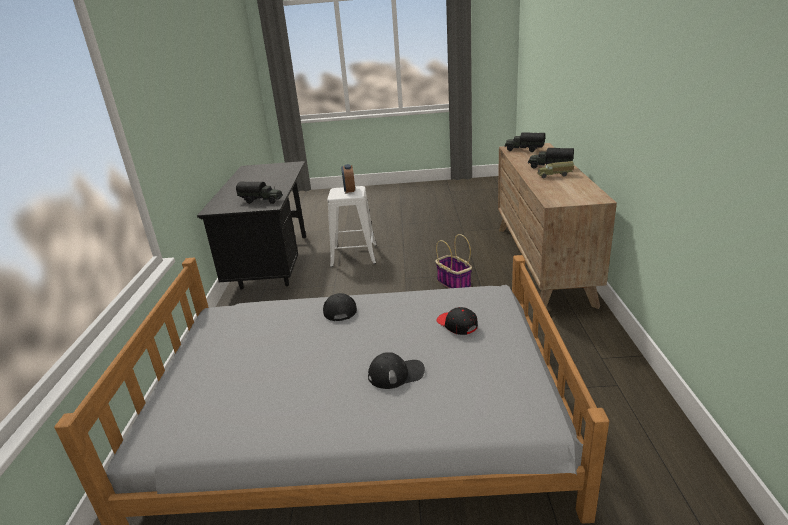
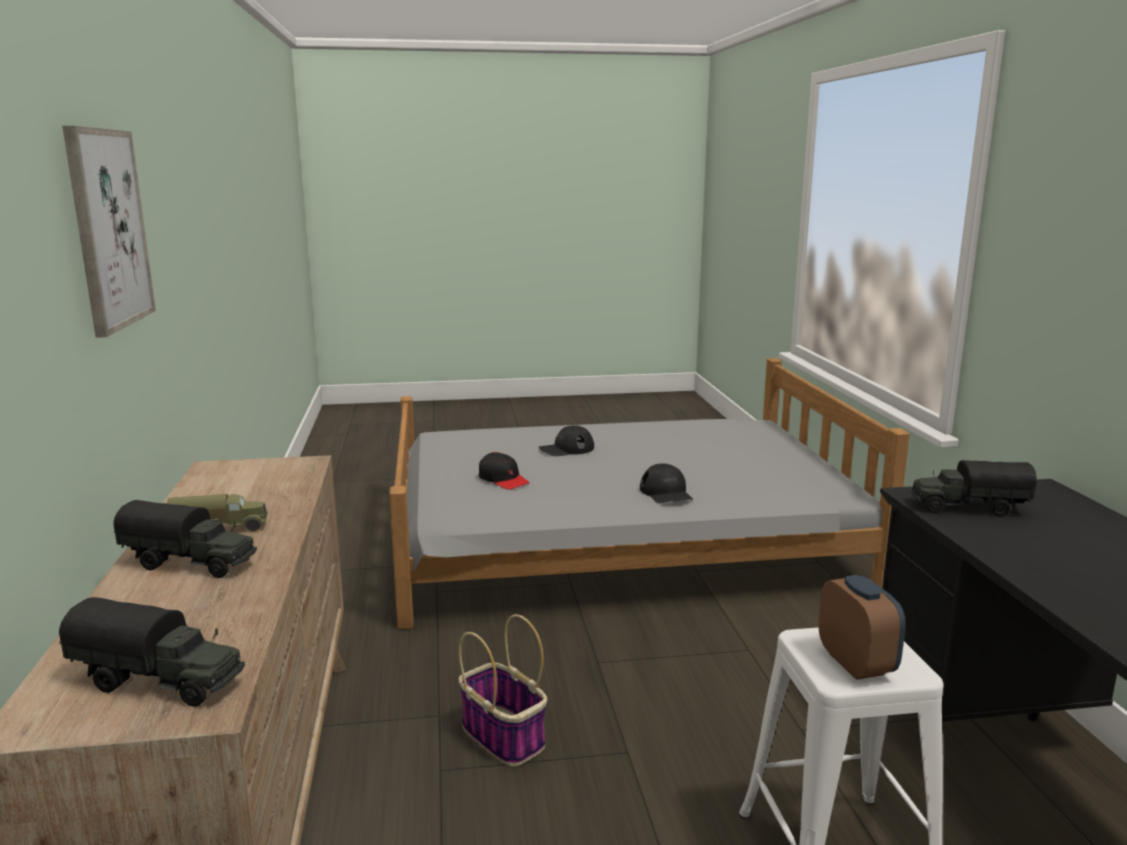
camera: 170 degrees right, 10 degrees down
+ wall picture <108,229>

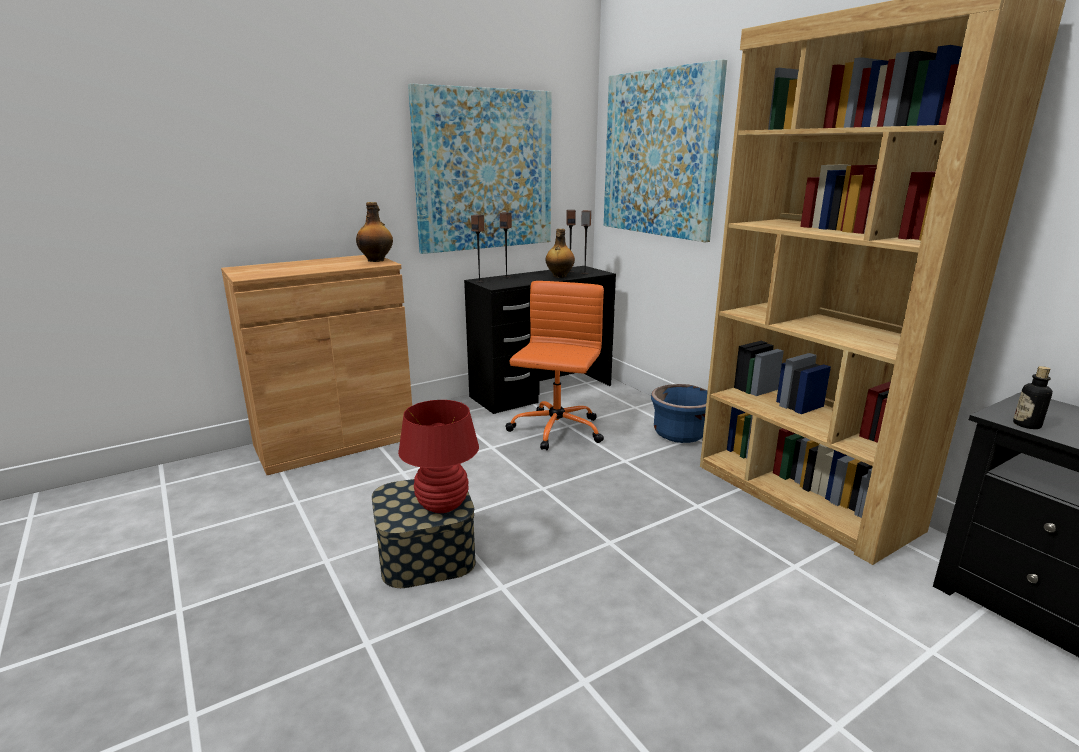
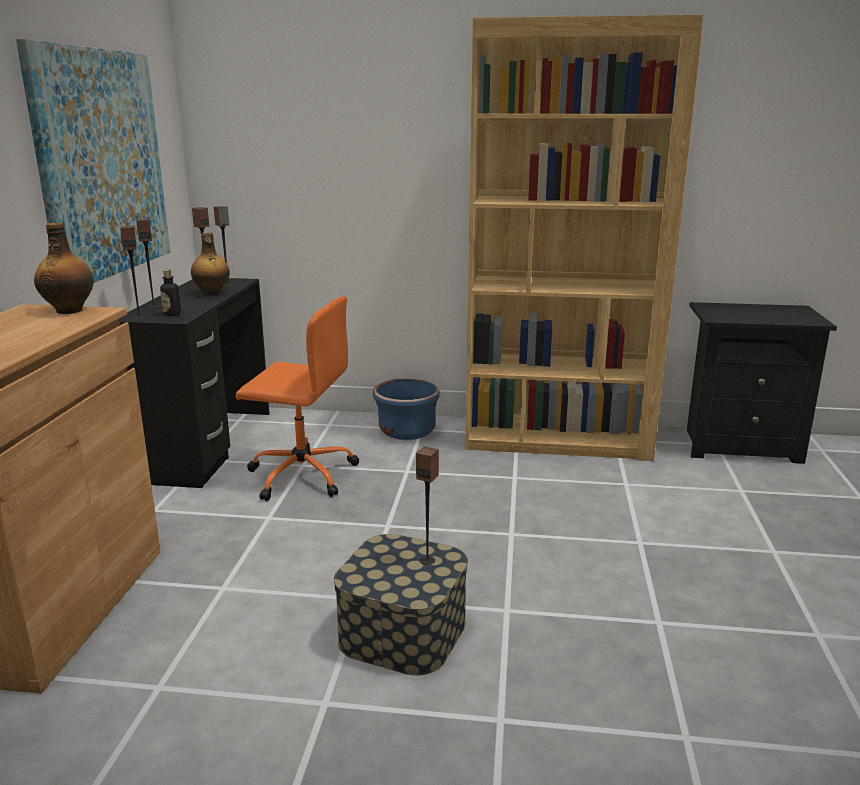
camera: 50 degrees left, 0 degrees up
- wall picture <659,154>
~ drink bottle <1026,425> to <172,314>
~ lamp for a table (red-coloured) <442,505> to speaker <427,560>
~ desk chair (orange) <556,431> = <300,475> 135 degrees clockwise

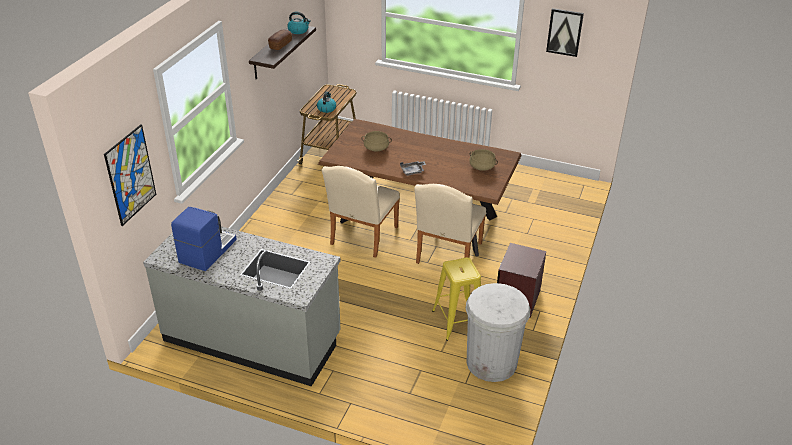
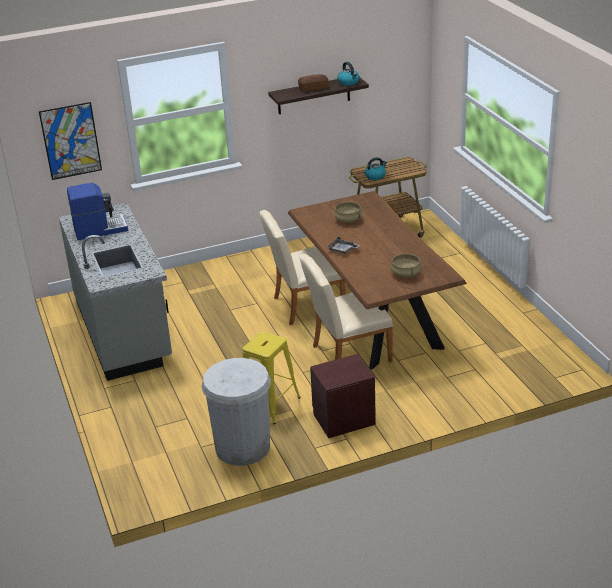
camera: 50 degrees right, 5 degrees down
- wall picture <564,32>

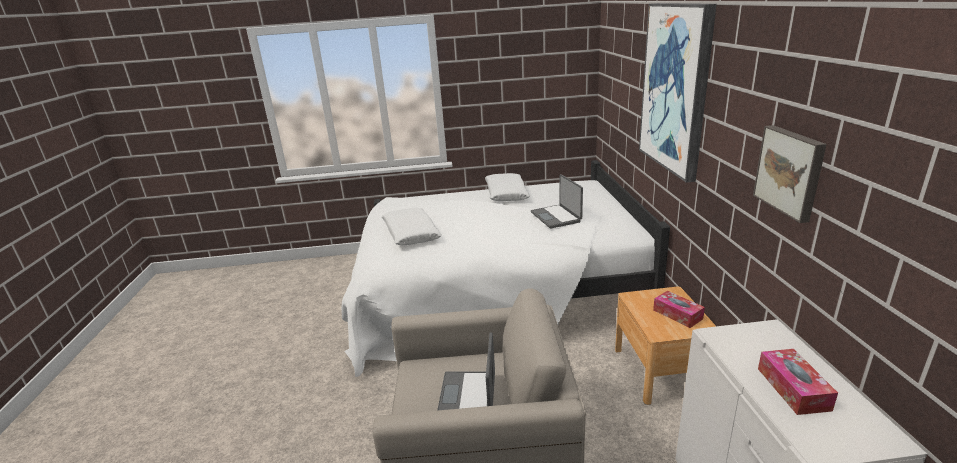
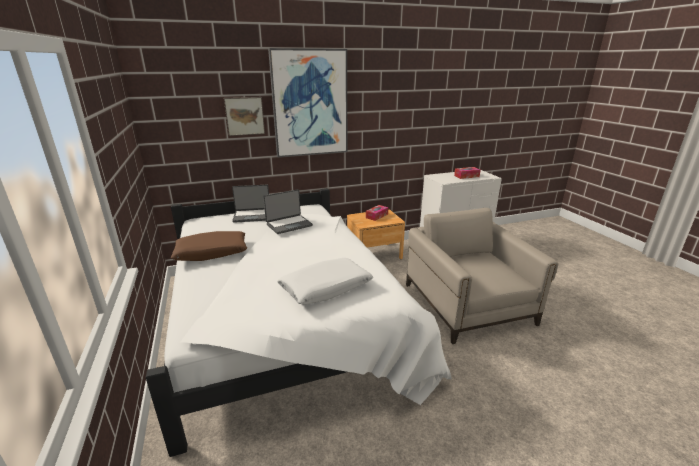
camera: 105 degrees left, 0 degrees up
~ portable computer <469,397> to <252,216>
~ wall picture <790,171> to <244,116>
~ pillow (white-coloured) <506,194> to pillow (brownish) <211,253>

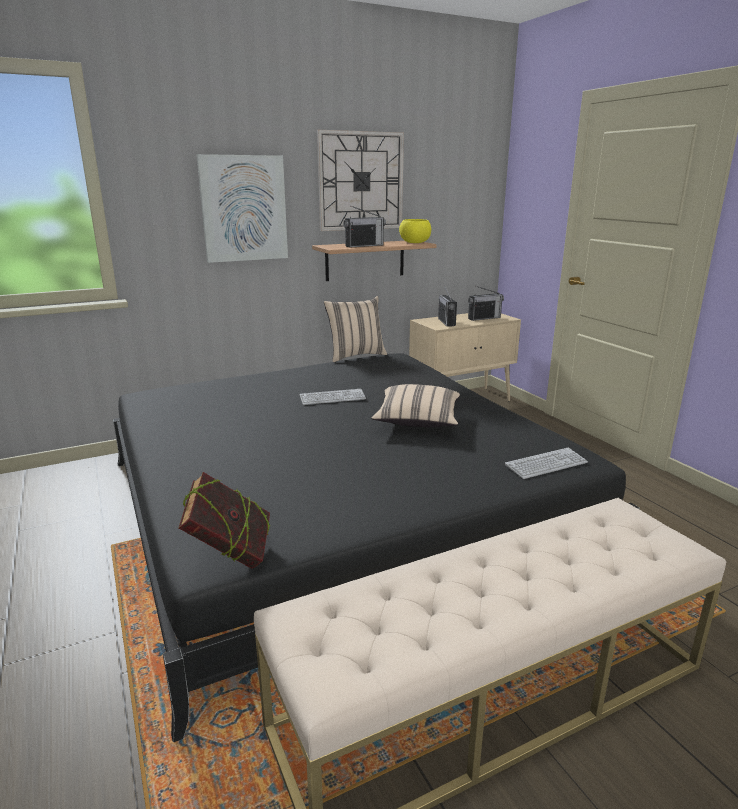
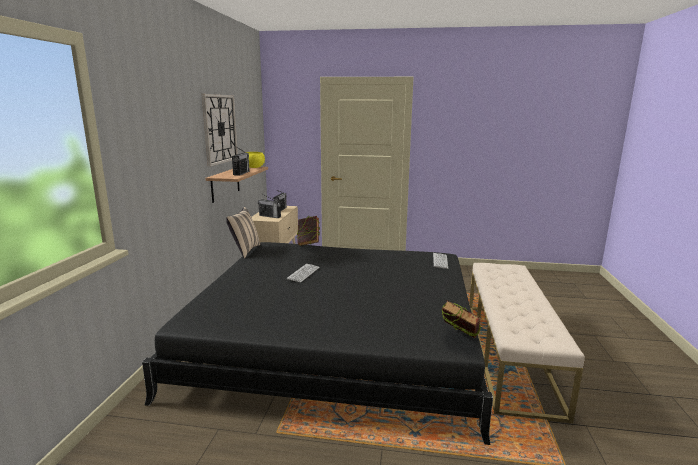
camera: 55 degrees left, 5 degrees down
- wall picture <244,209>
- pillow (beige) <417,422>
+ book <308,244>

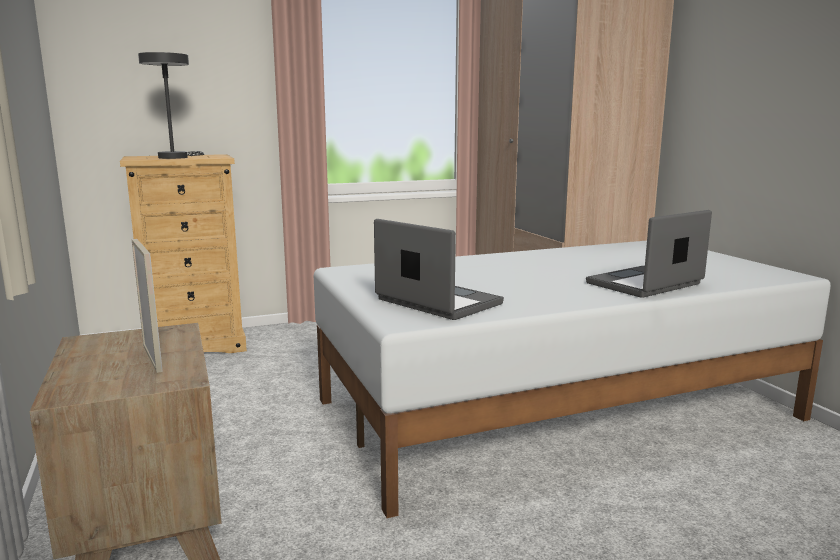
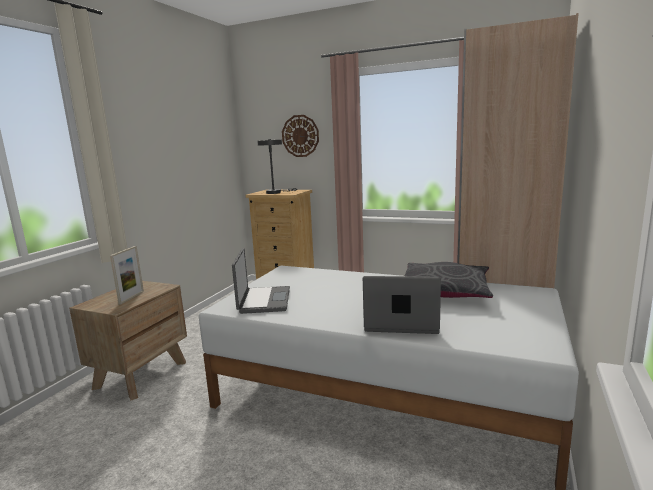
camera: 45 degrees right, 0 degrees up
+ wall clock <300,136>
+ pillow (greyish) <445,290>

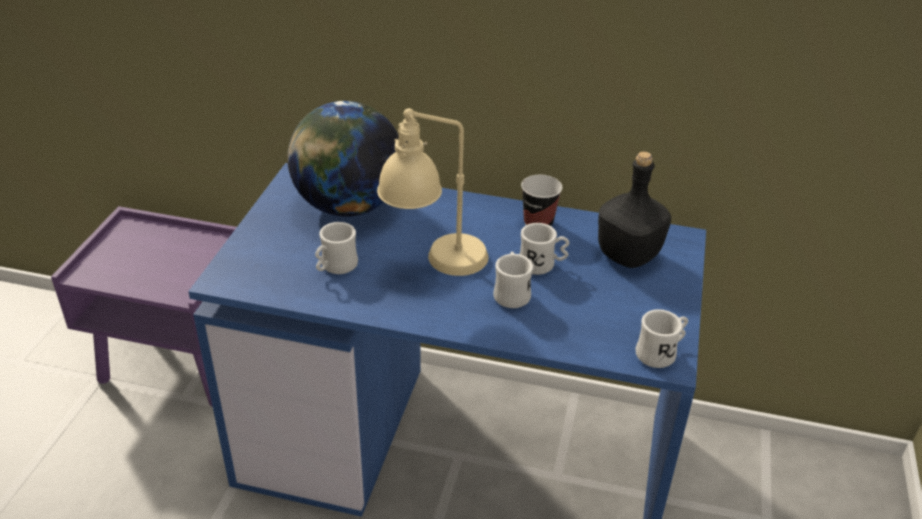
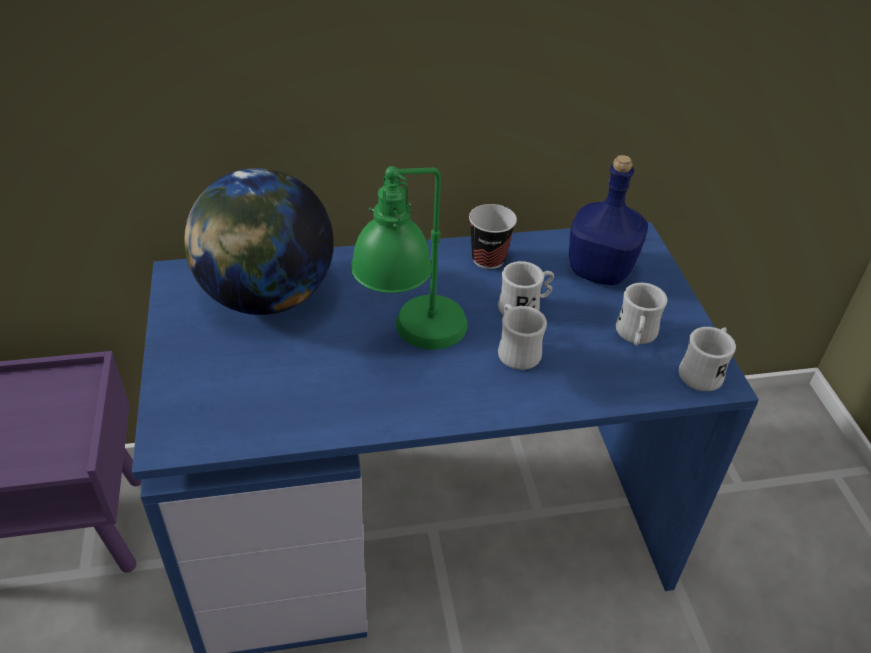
camera: 25 degrees left, 5 degrees up
~ tea mug (white-coloured) <335,267> to <635,336>
~ lamp for a table (beige) <434,265> to lamp for a table (greenish) <412,342>
~ drink bottle (black-coloured) <628,254> to drink bottle (bluish) <600,270>

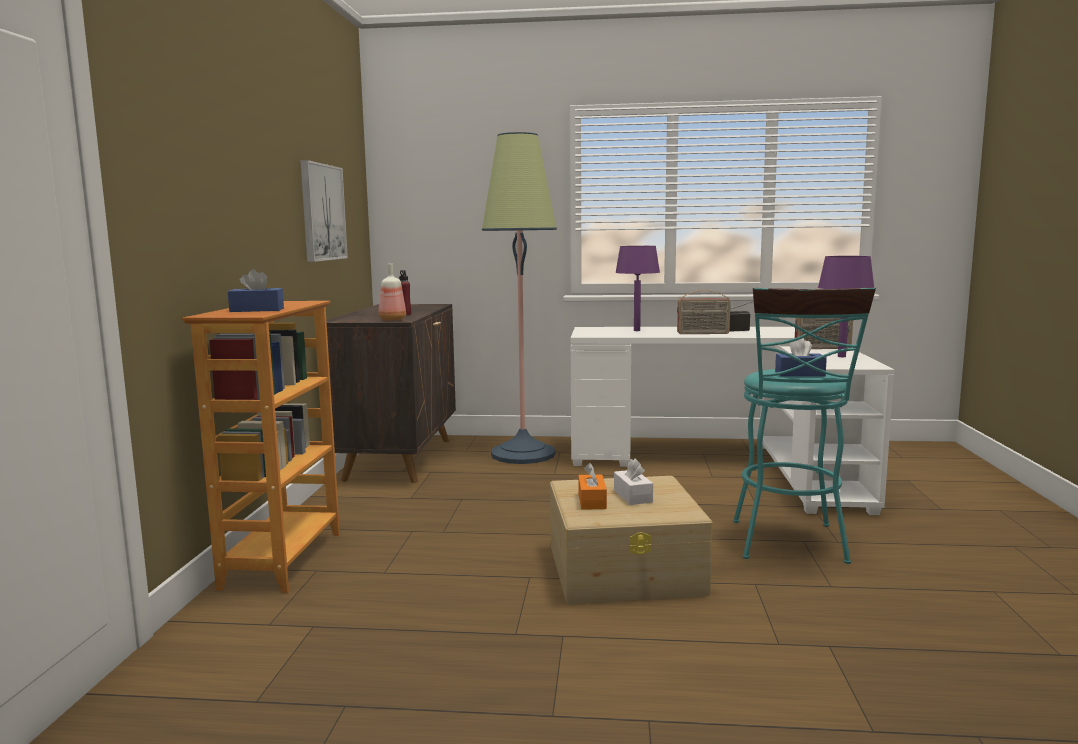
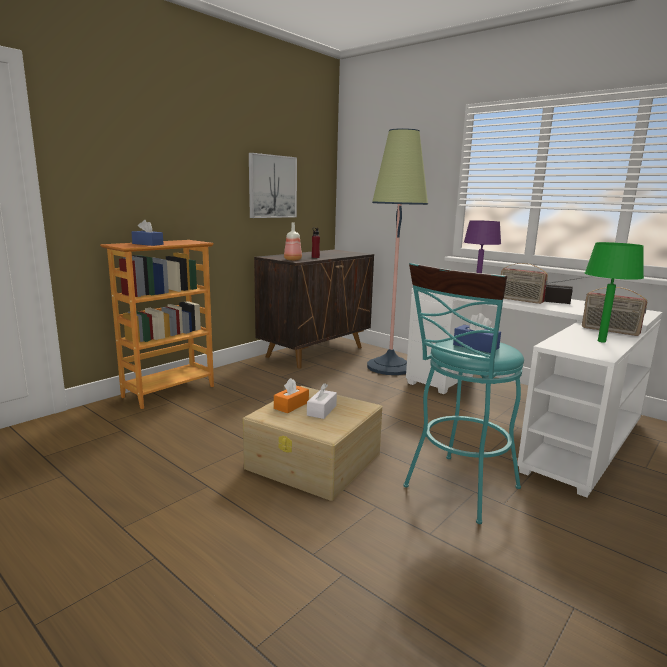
camera: 35 degrees right, 5 degrees up
~ lamp for a table (purplish) <841,356> to lamp for a table (greenish) <601,341>

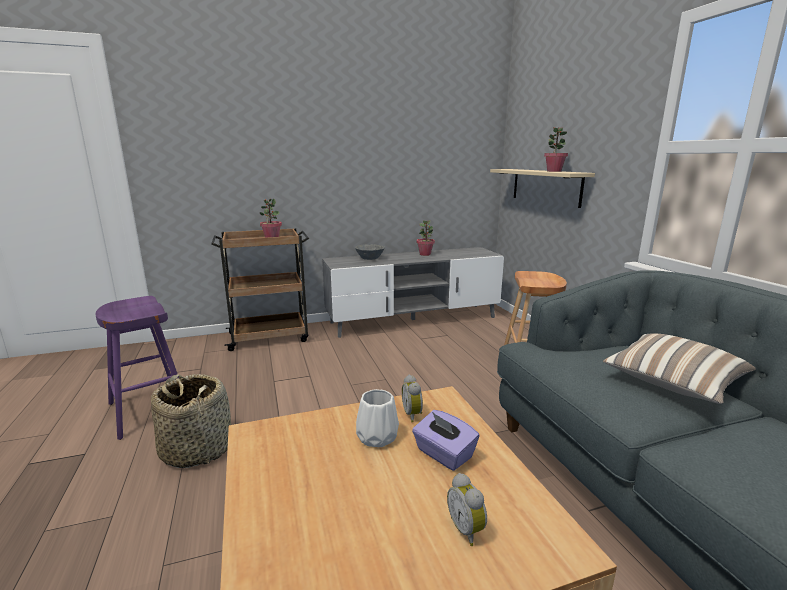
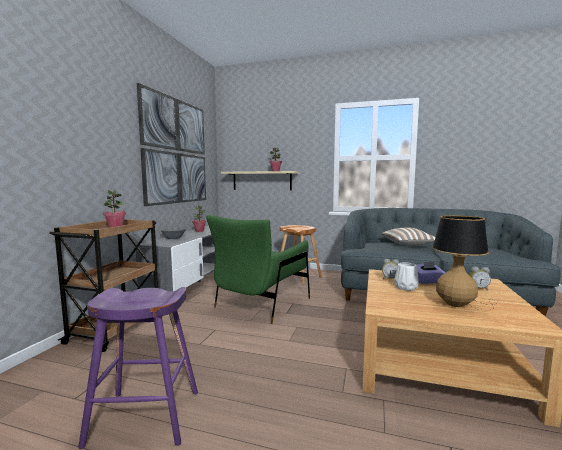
camera: 55 degrees left, 10 degrees down
- basket <197,449>
+ wall picture <176,151>
+ easy chair (greenish) <261,304>
+ lamp for a table <460,304>

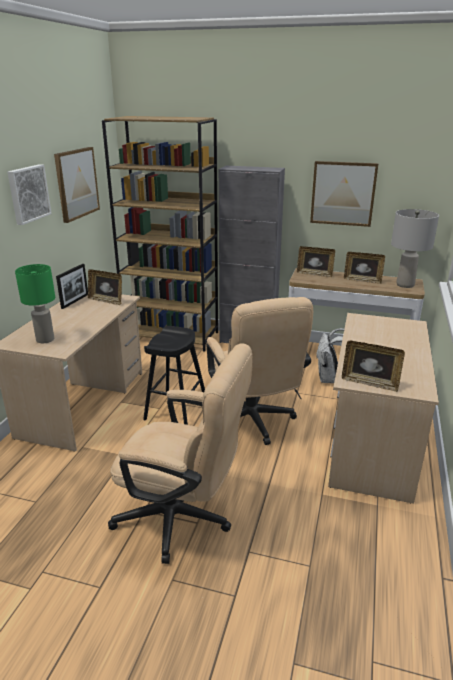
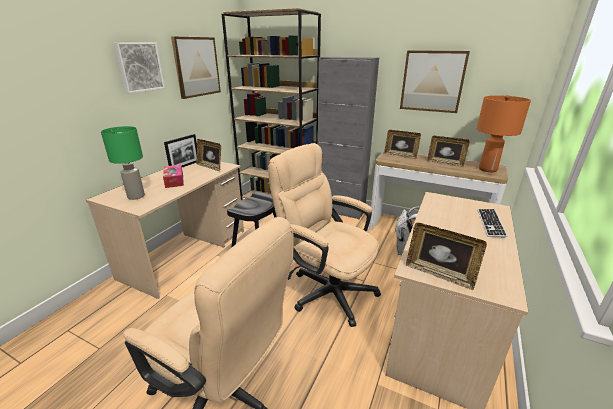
camera: 10 degrees right, 0 degrees up
+ tissue holder <174,180>
+ keyboard <490,223>
~ lamp for a table (greyish) <405,285> to lamp for a table (orange) <487,169>
~ desk chair (beige) <253,423> = <325,288> 135 degrees clockwise

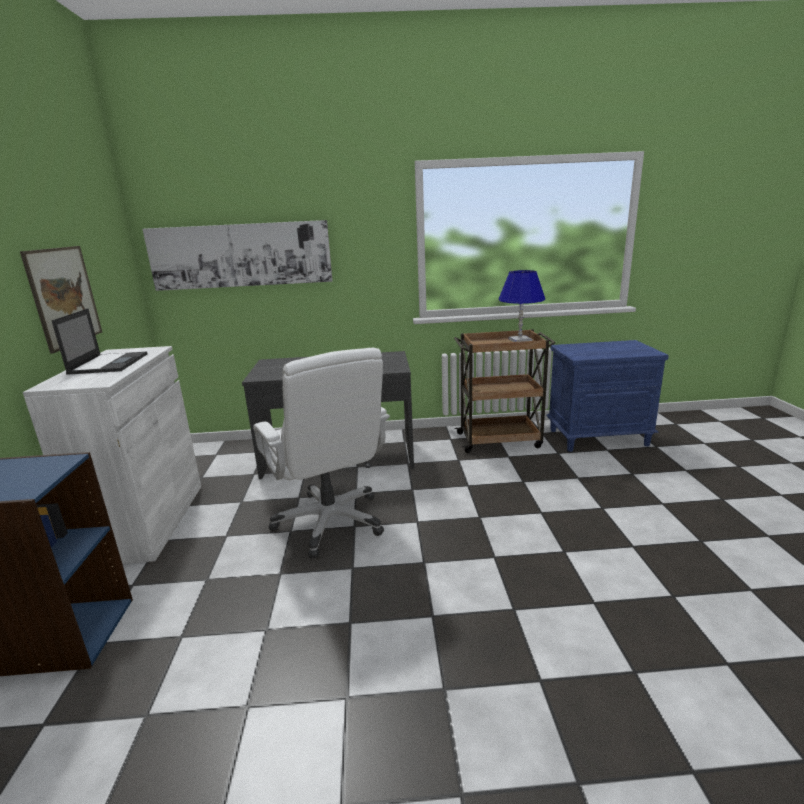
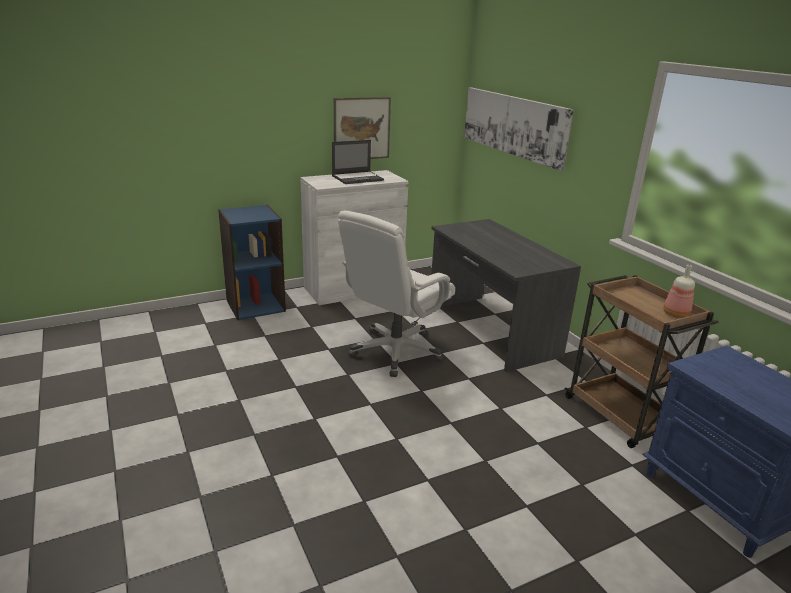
camera: 65 degrees right, 5 degrees up
~ lamp for a table (bluish) <520,340> to drink bottle <674,314>

